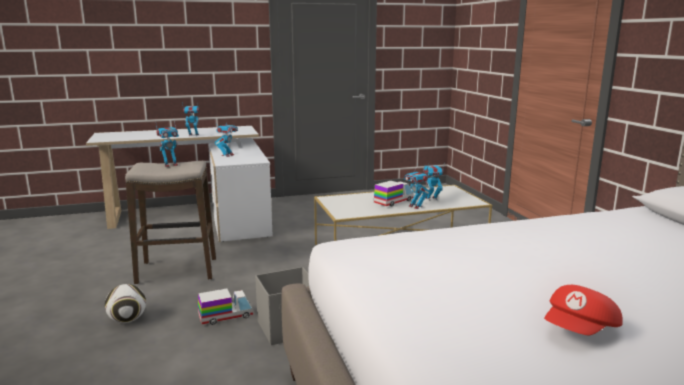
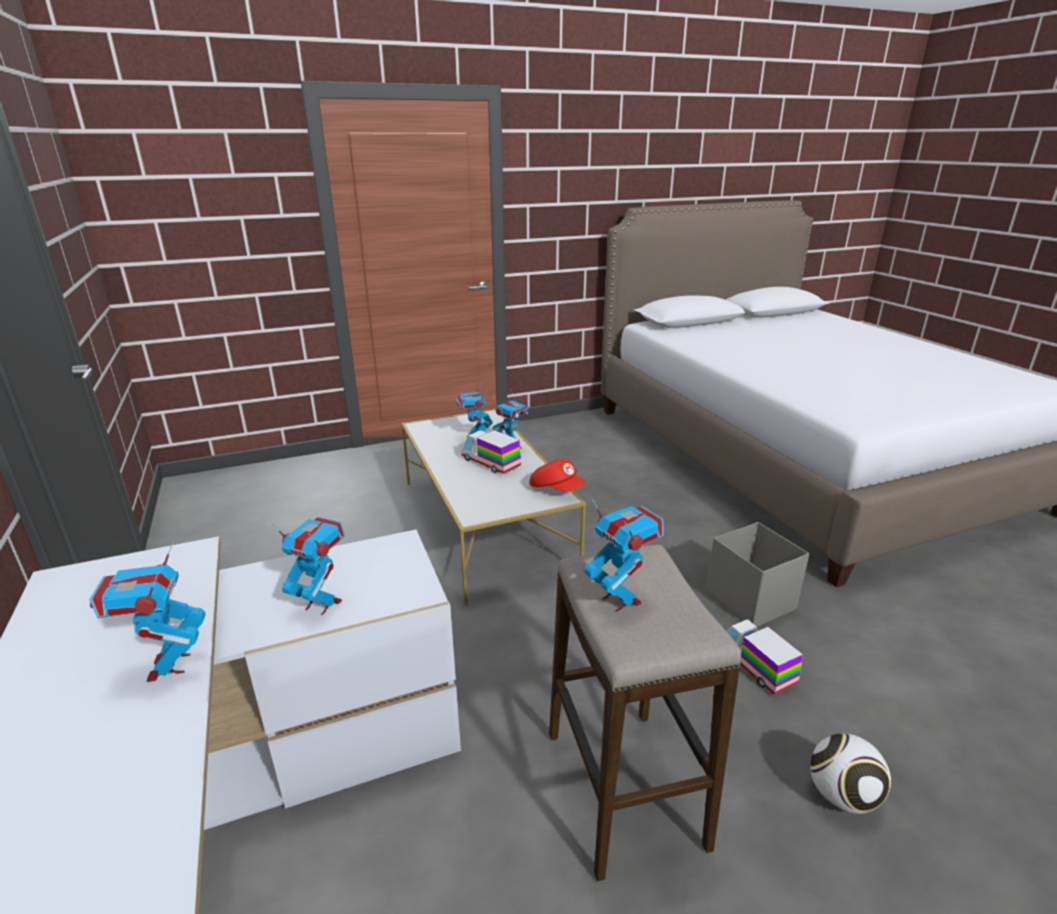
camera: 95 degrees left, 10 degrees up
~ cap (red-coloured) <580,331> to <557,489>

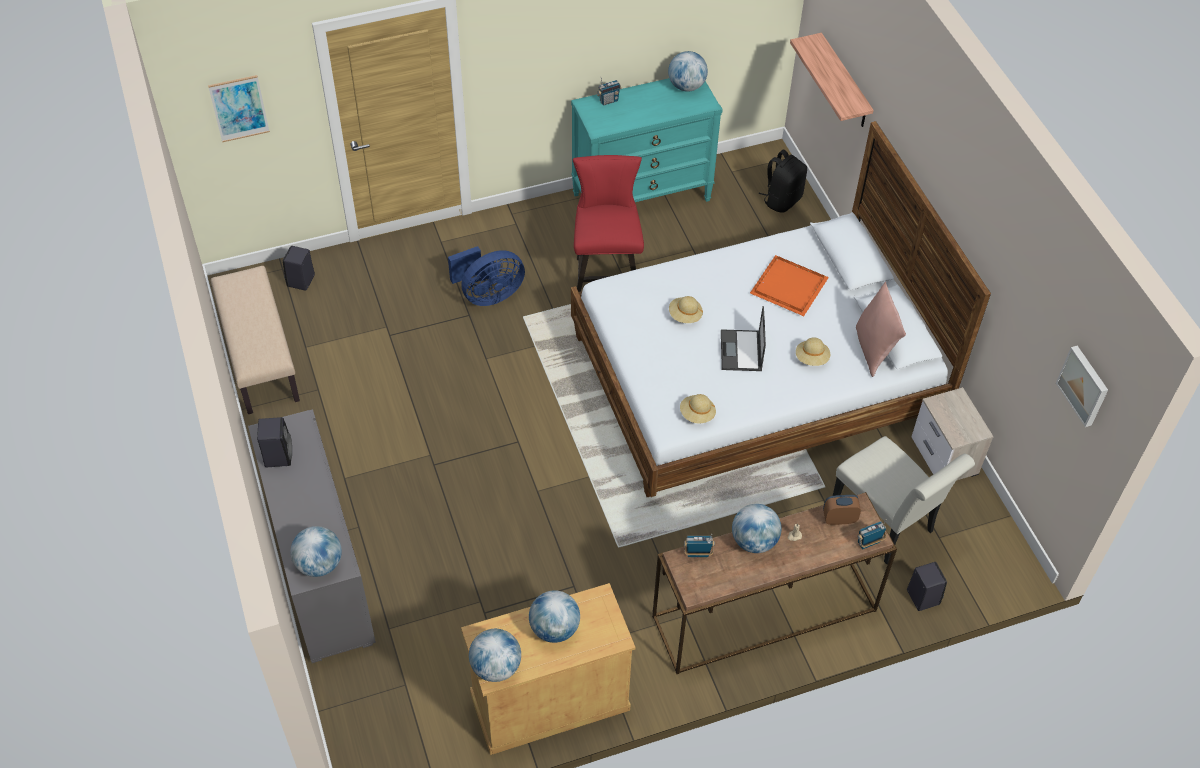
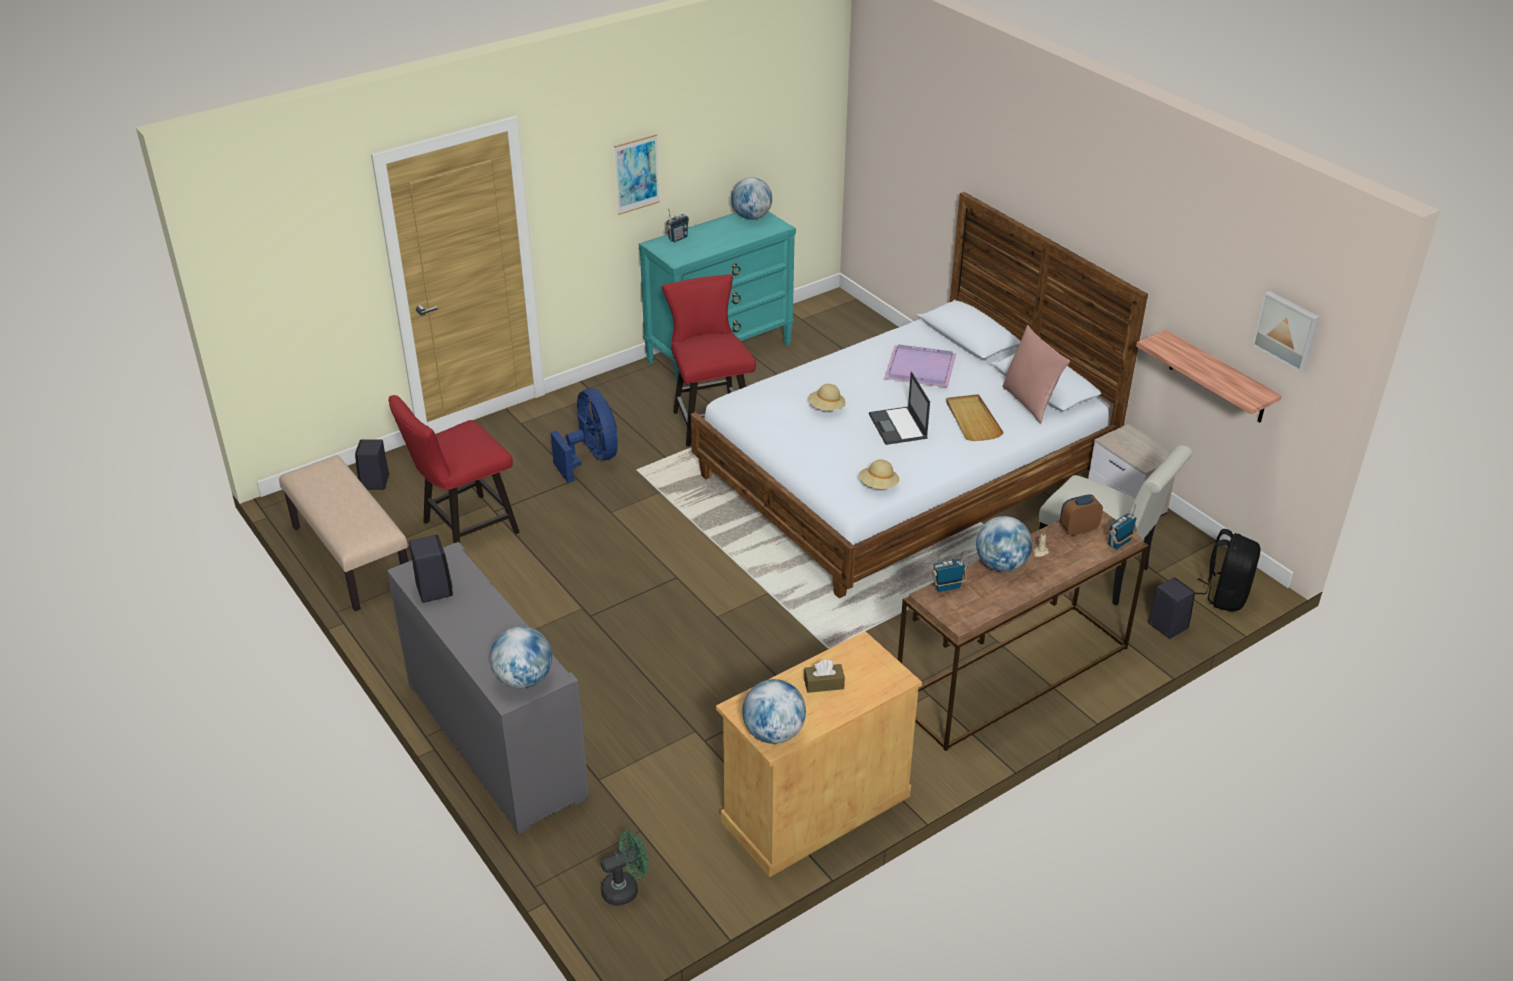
camera: 15 degrees left, 15 degrees down
+ upright chair (red-coloured) <464,529>
+ cooling fan (greenish) <625,888>
~ wall picture <239,108> to <636,174>
~ knapsack (black-coloured) <782,200> to <1224,596>
~ bracket shelf <844,82> to <1218,378>
~ desk globe <554,629> to tissue holder (brownish) <824,684>
~ hat (beige) <812,358> to carrying tray (beige) <972,420>
~ carrying tray (orange) <788,285> to carrying tray (purplish) <919,367>
~ cooling fan (bluish) <488,295> = <591,458> 75 degrees counterclockwise

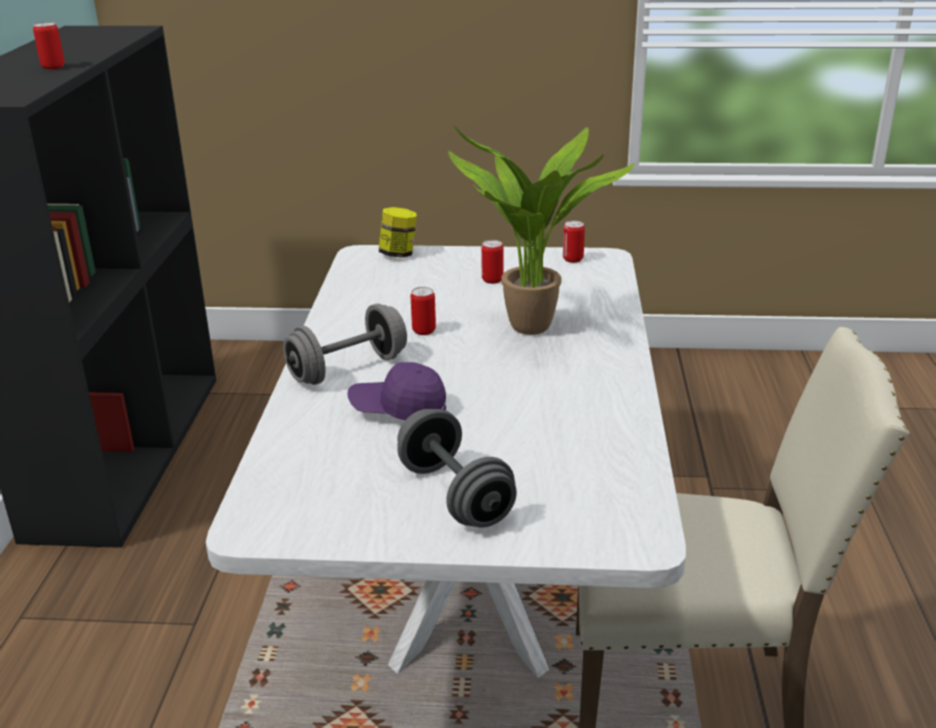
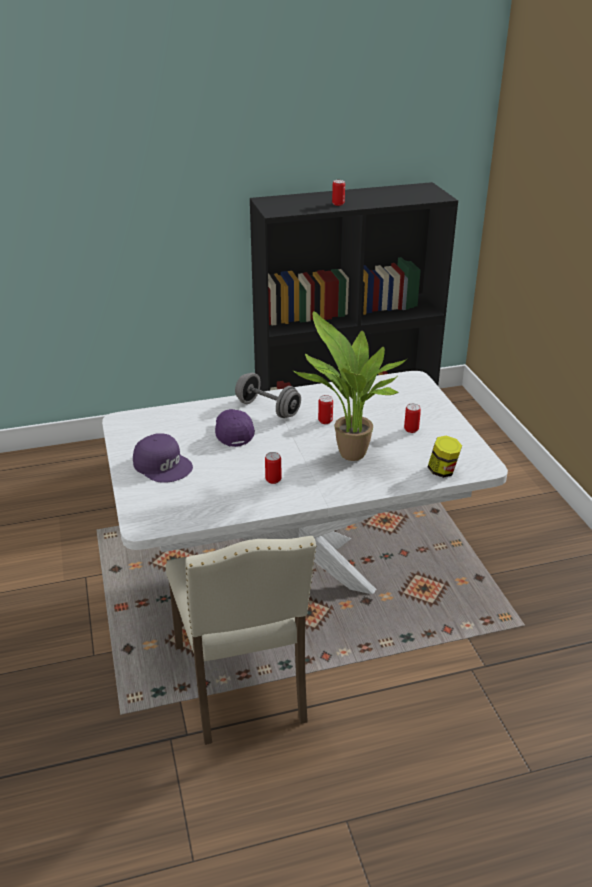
camera: 70 degrees right, 5 degrees up
~ preserve jar <398,254> to <442,471>
~ sealed can <573,259> to <273,480>
~ hand weight (greyish) <455,495> to cap (purplish) <163,465>

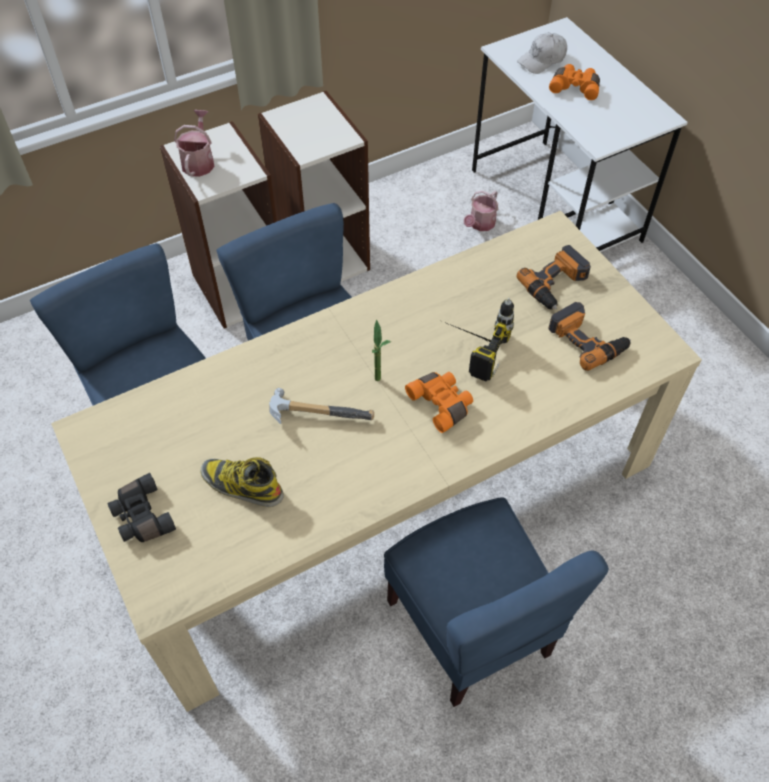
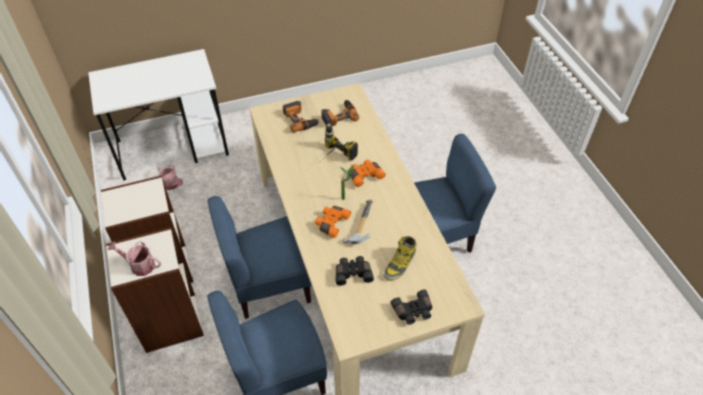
camera: 80 degrees left, 5 degrees down
- cap (white-coloured) <542,60>
+ binoculars (black-coloured) <353,273>
~ binoculars (orange) <575,87> to <331,223>

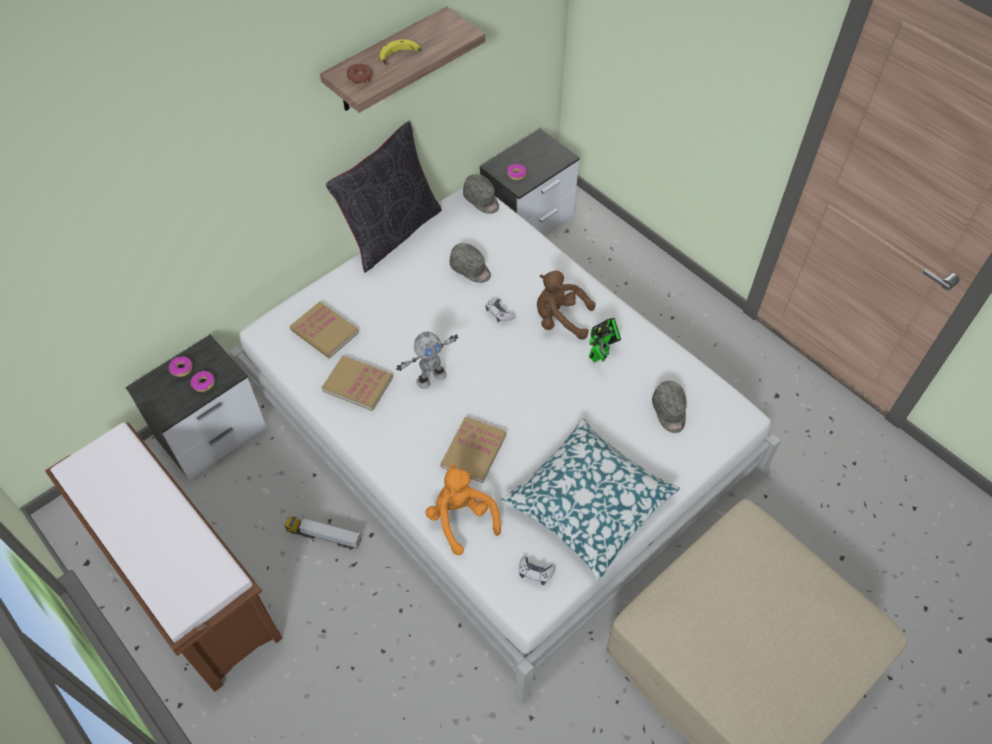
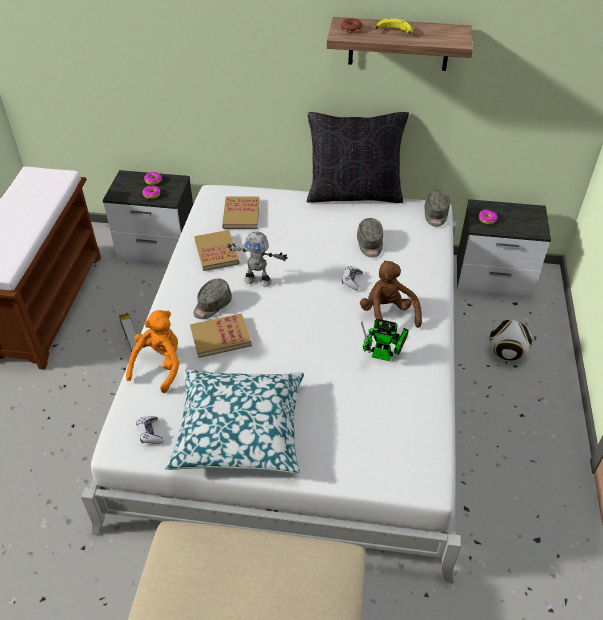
camera: 50 degrees right, 10 degrees down
+ football ball <506,353>
~ cap (greyish) <669,412> to <212,305>

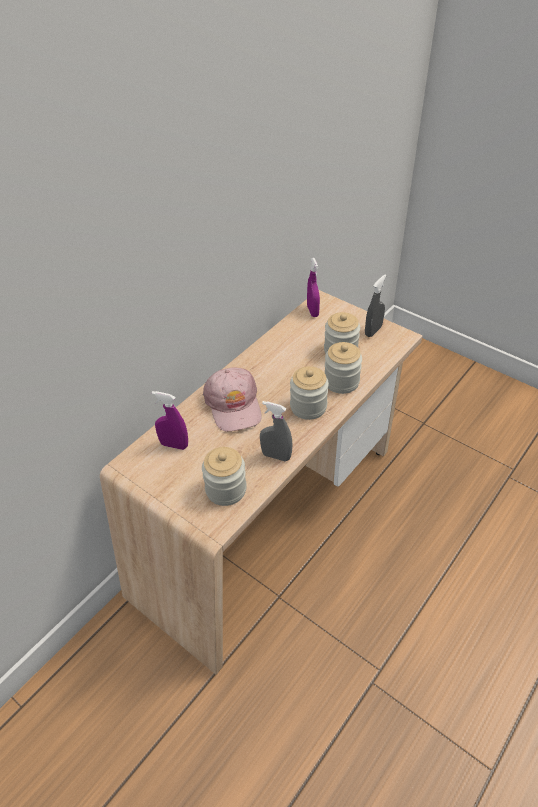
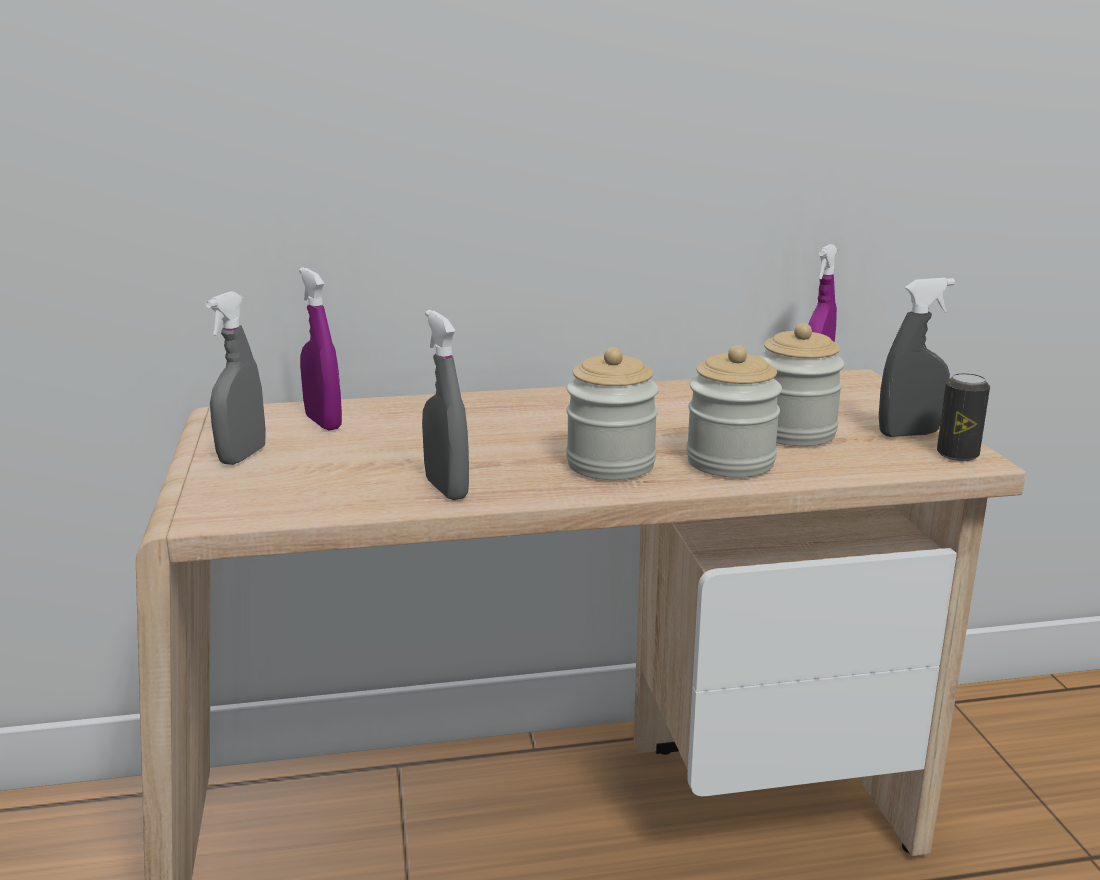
camera: 40 degrees right, 25 degrees down
- preserve jar <226,489>
- cap (pinkish) <234,404>
+ sprayer (greyish) <242,456>
+ sealed can <957,454>

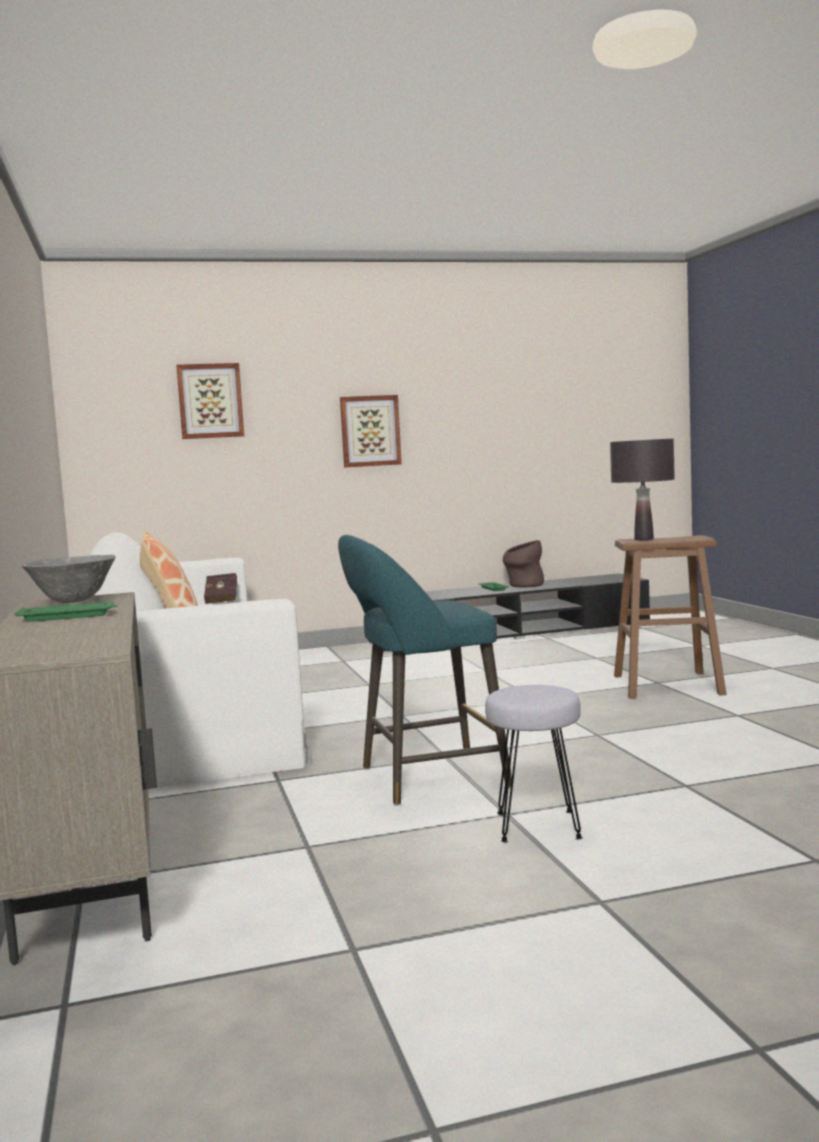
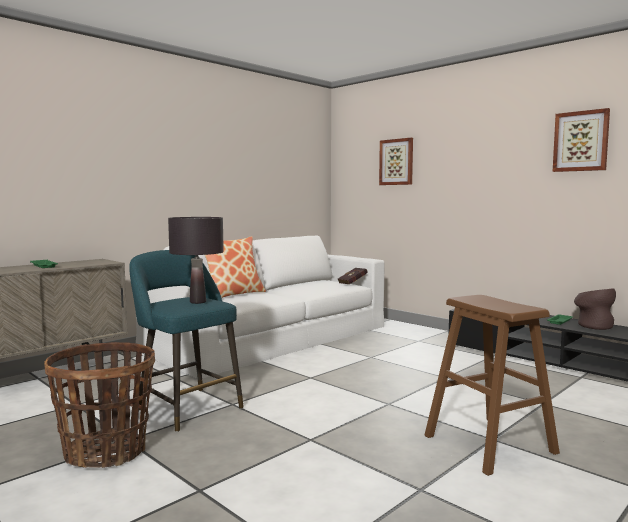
camera: 60 degrees right, 0 degrees up
- deep dish (greyish) <73,602>
~ wall picture <370,431> to <581,141>
~ lamp for a table (black-coloured) <643,539> to <198,302>
~ stool (greyish) <536,826> to basket <106,451>

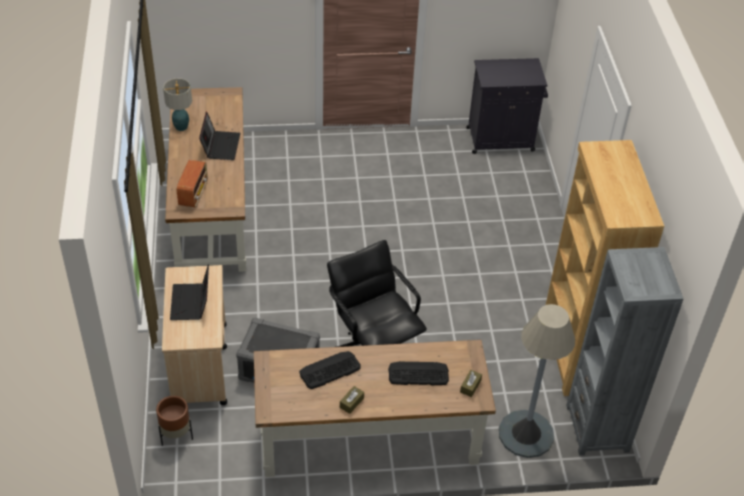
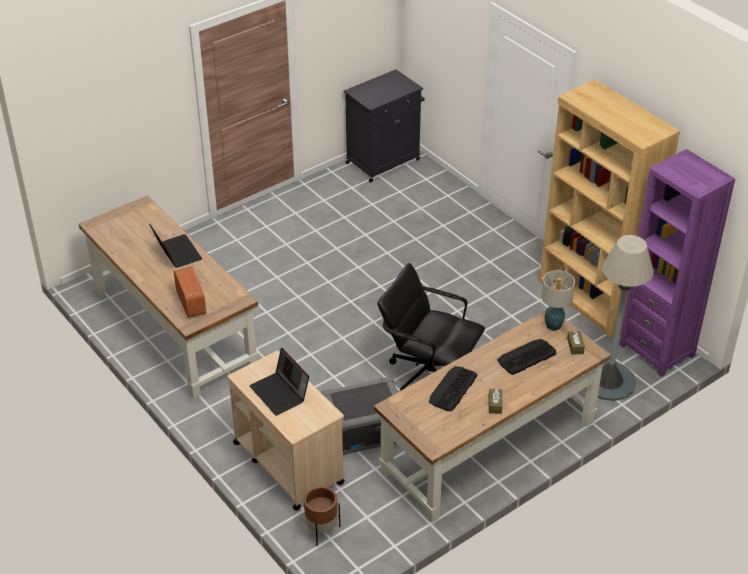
camera: 30 degrees left, 5 degrees down
~ lamp for a table <181,126> to <553,325>
~ bookshelf (greyish) <597,428> to bookshelf (purplish) <657,350>

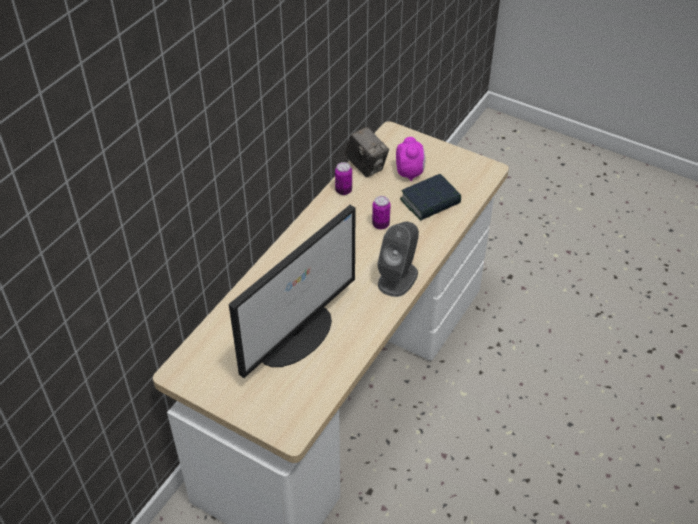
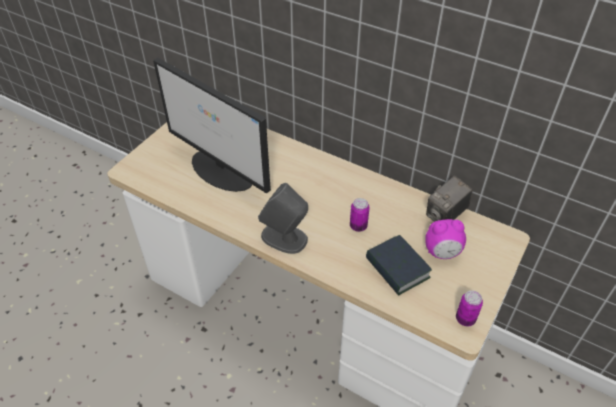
camera: 90 degrees right, 0 degrees up
~ sealed can <343,190> to <465,319>

